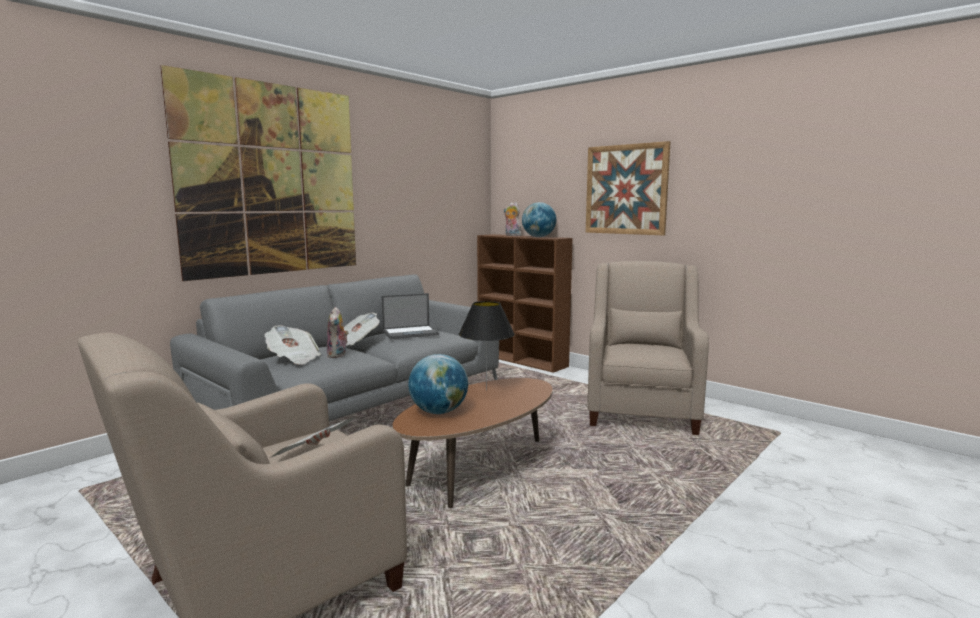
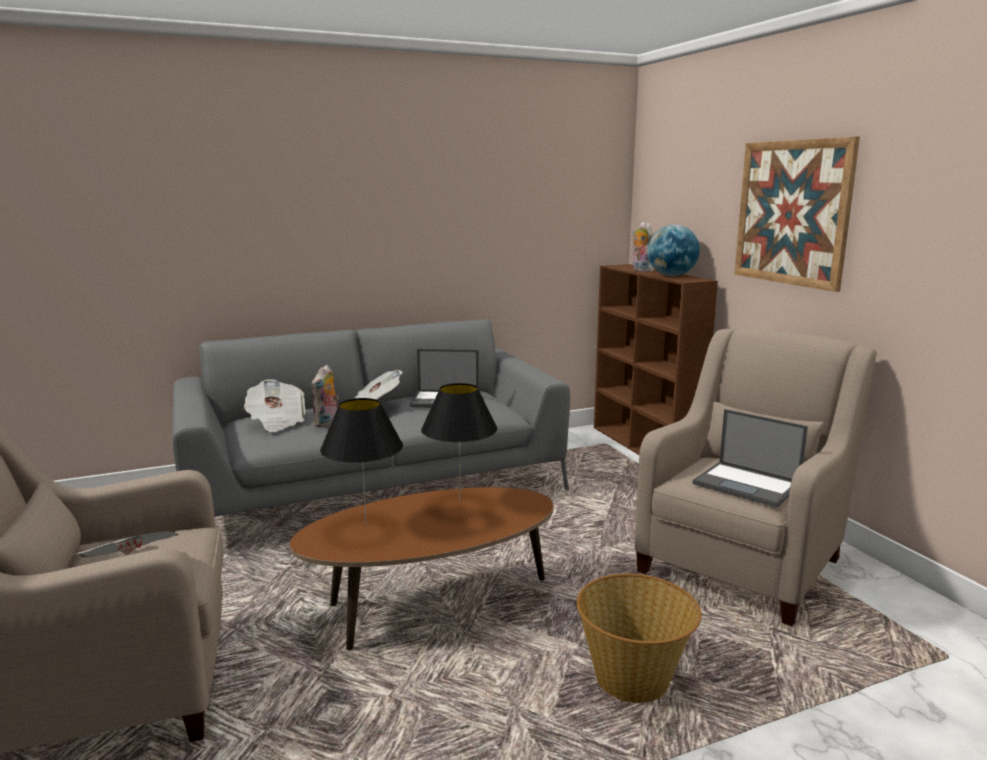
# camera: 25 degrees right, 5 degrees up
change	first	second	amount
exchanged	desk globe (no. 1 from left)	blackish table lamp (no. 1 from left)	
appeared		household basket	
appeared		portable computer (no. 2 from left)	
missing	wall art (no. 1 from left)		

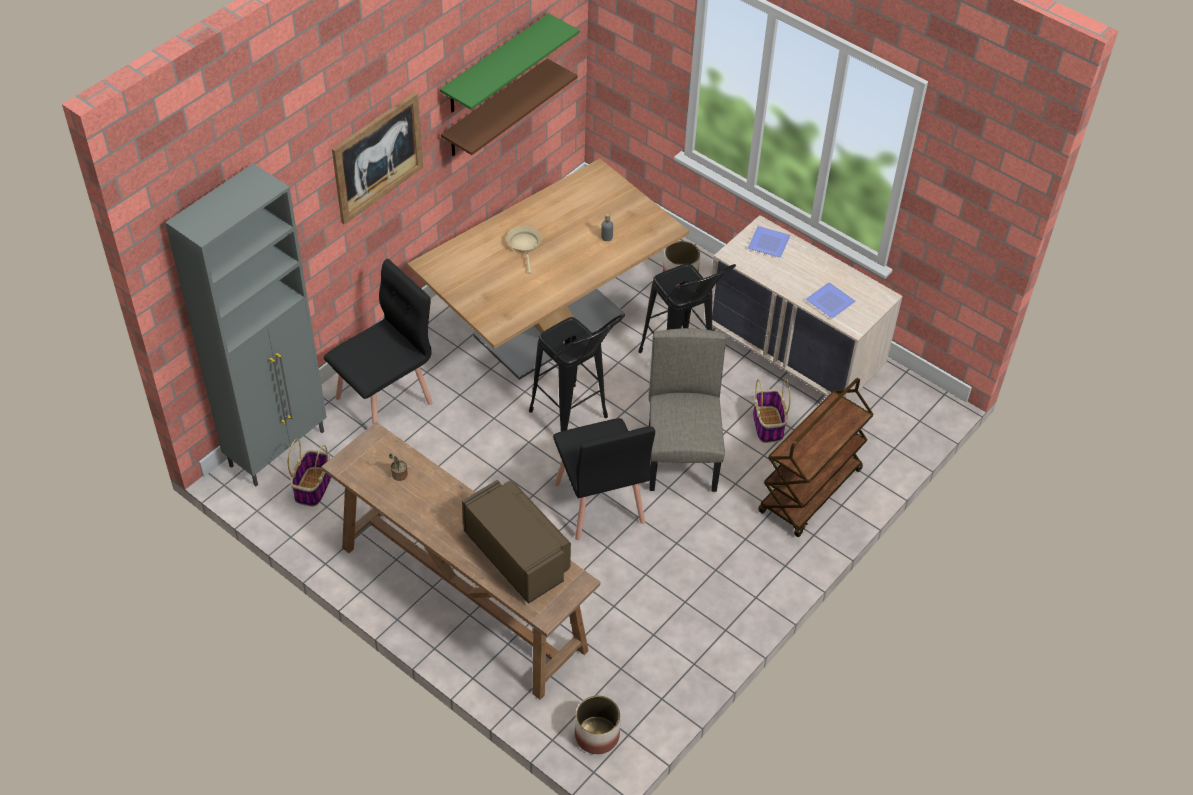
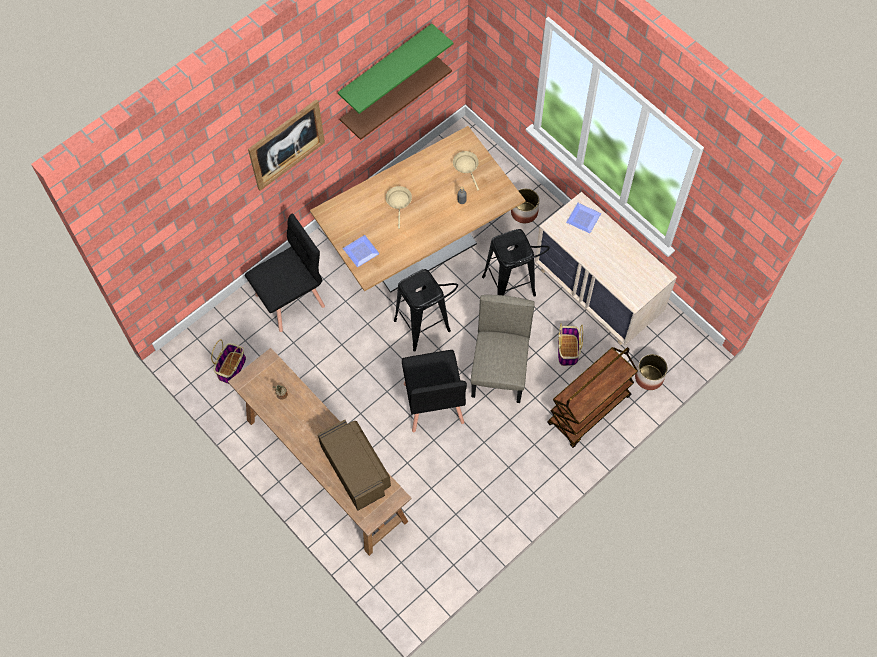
# camera: 10 degrees right, 15 degrees up
change	first	second	amount
relocated	flat dish (no. 2 from left in the first image)	flat dish (no. 1 from left)	
appeared		beige-coloured pan (no. 2 from left)	
relocated	planter (no. 1 from left in the first image)	planter (no. 2 from left)	
missing	greyish cupboard		

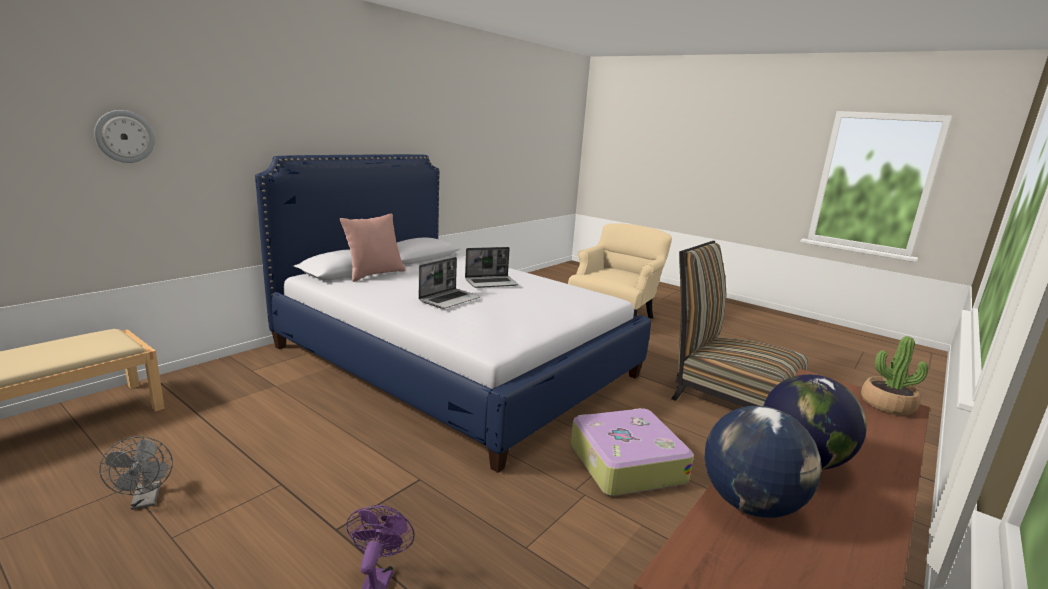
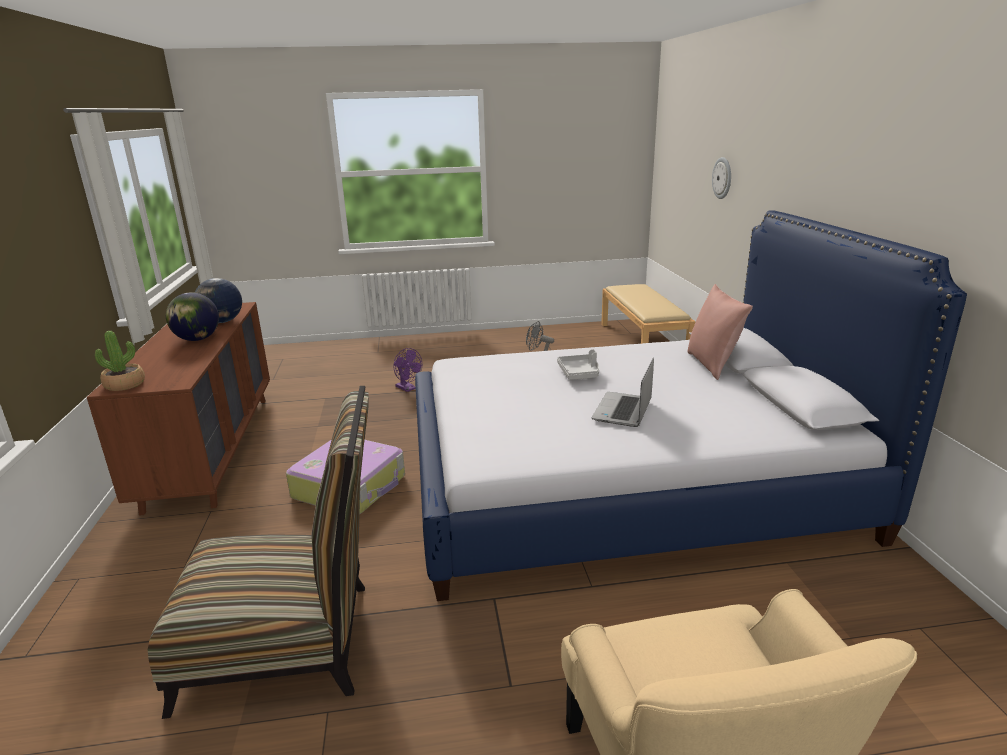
# camera: 135 degrees right, 5 degrees up
change	first	second	amount
exchanged	portable computer (no. 1 from left)	greyish tray	

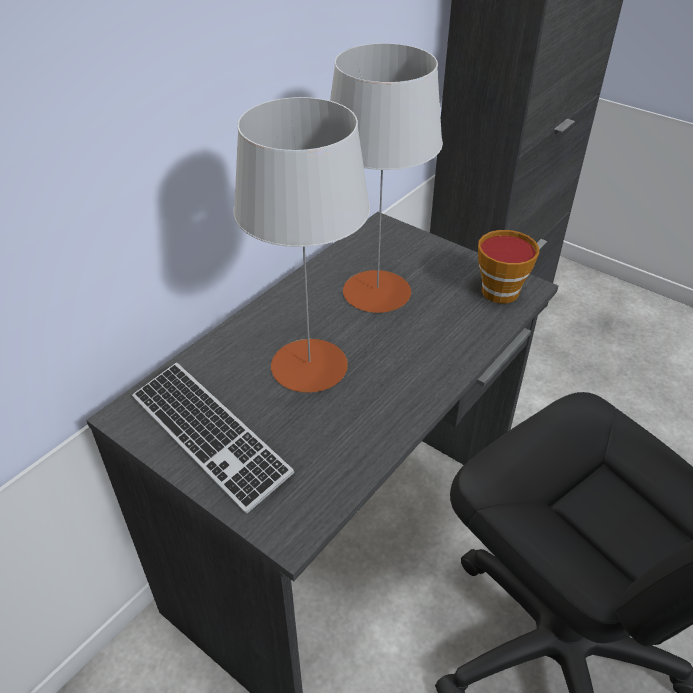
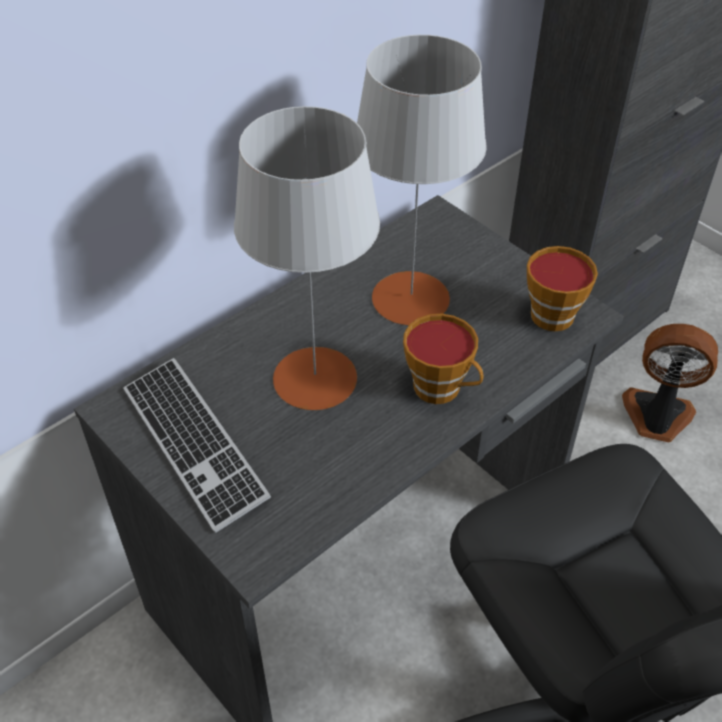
# camera: 10 degrees right, 5 degrees up
change	first	second	amount
appeared		cup (no. 1 from left)	
appeared		electric fan	

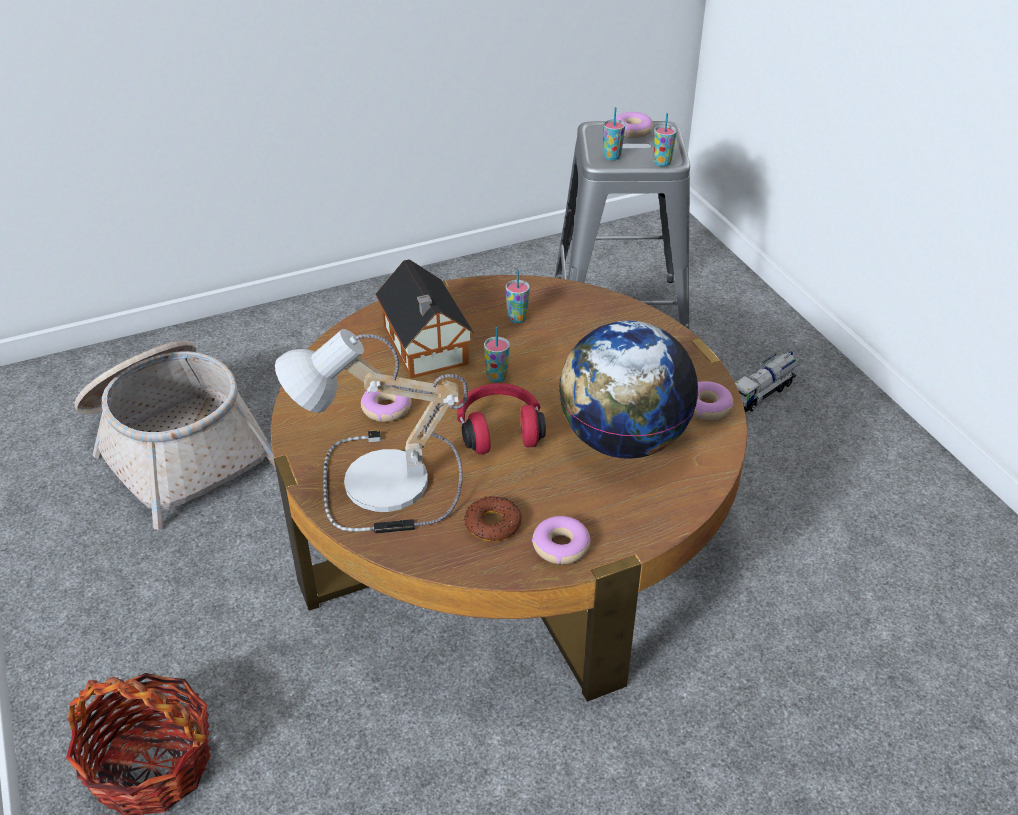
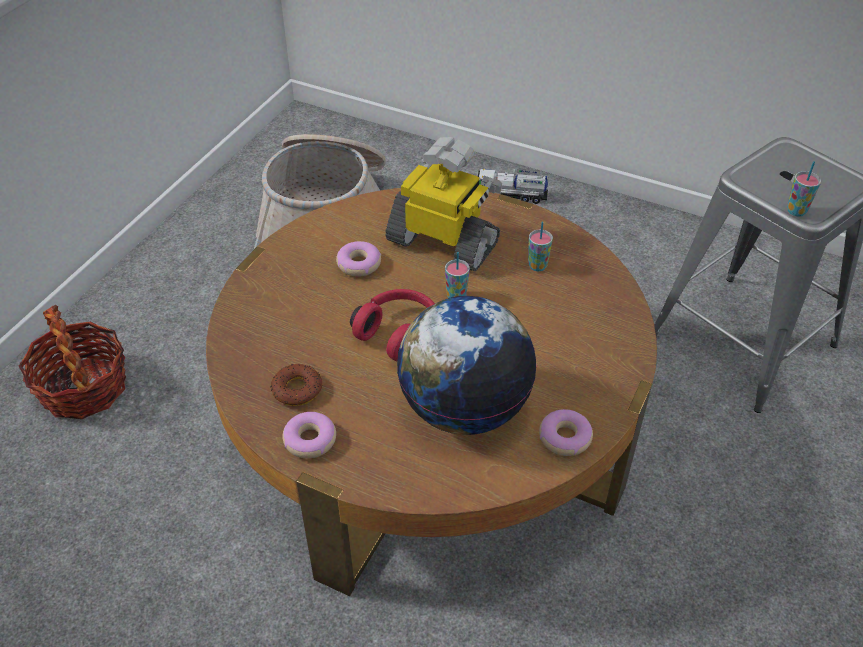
# camera: 50 degrees right, 5 degrees up
change	first	second	amount
exchanged	miniature house	robot figure	
relocated	model truck		
missing	table lamp		
missing	cup (no. 3 from left)		
missing	ring doughnut (no. 4 from left)		

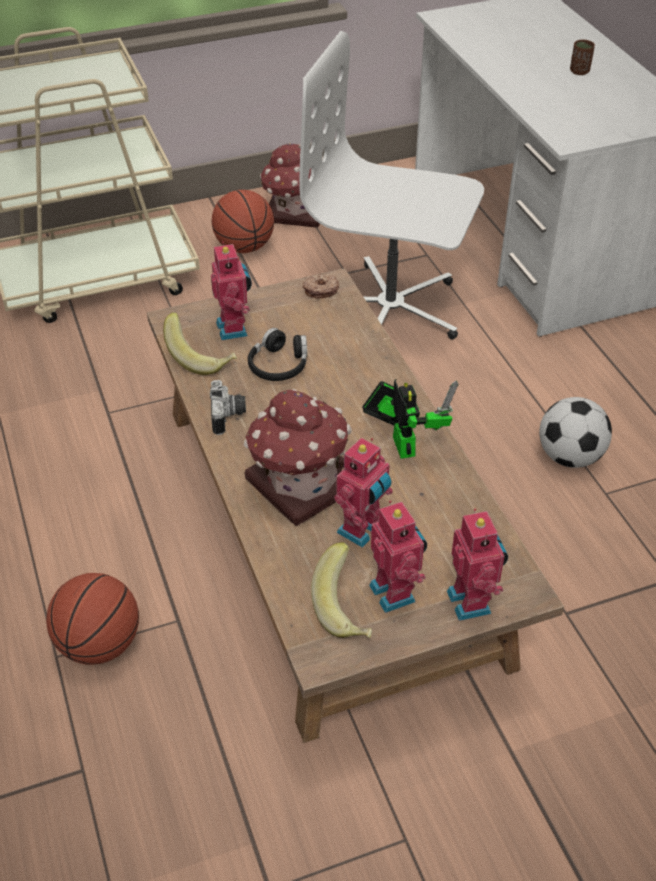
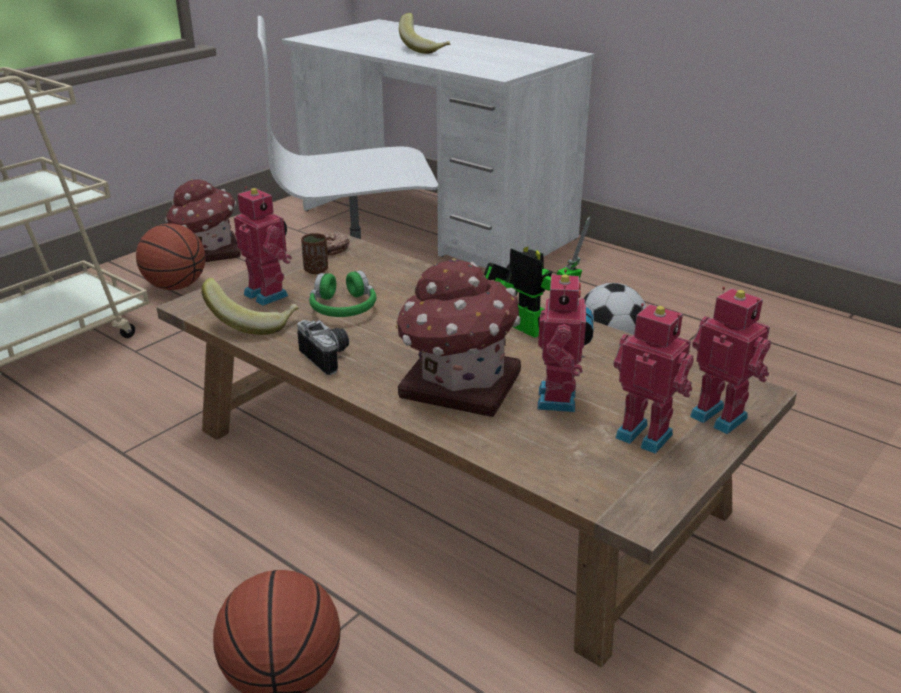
# camera: 30 degrees left, 15 degrees down
change	first	second	amount
relocated	brown cup		
colour	blackish pair of headphones	greenish pair of headphones	
relocated	whole banana (no. 2 from left)		

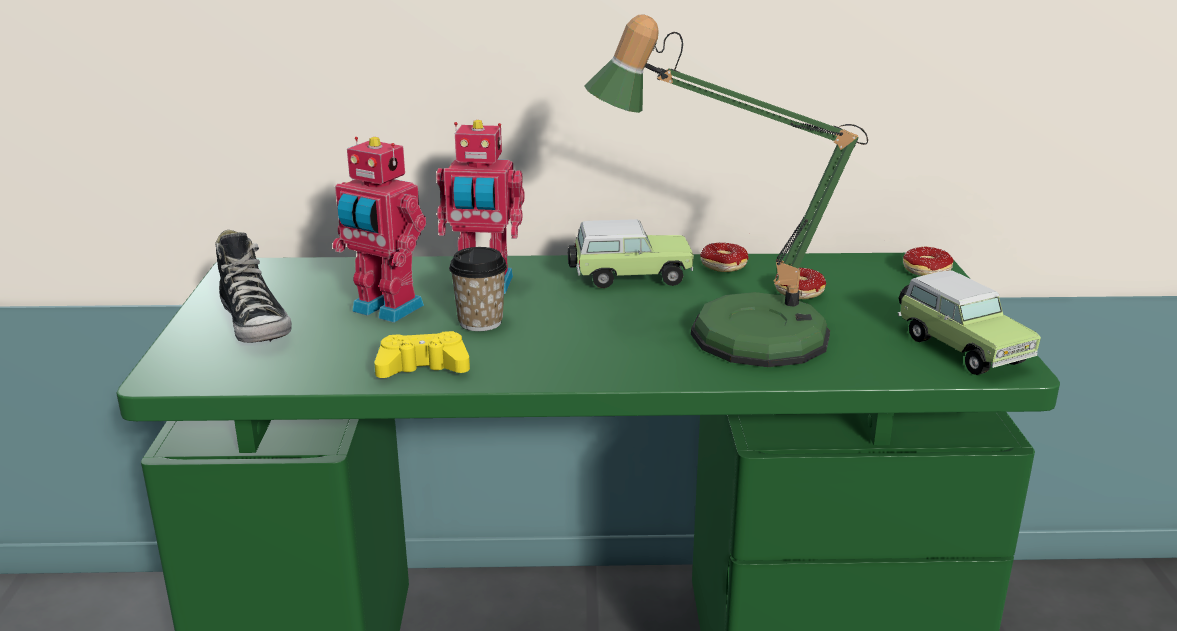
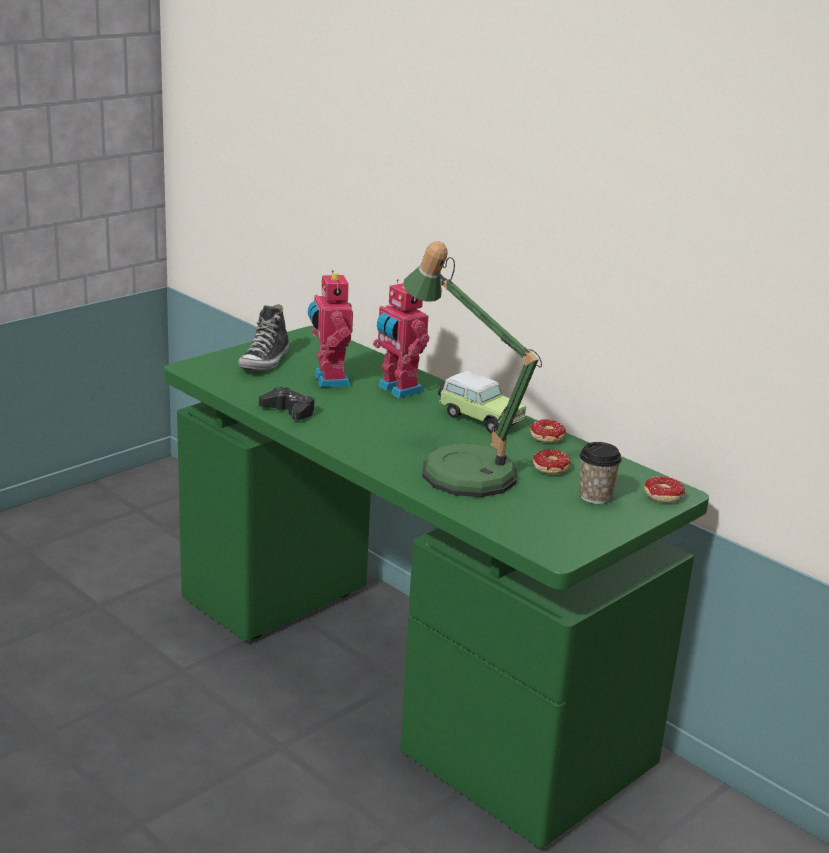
# camera: 45 degrees right, 0 degrees up
change	first	second	amount
colour	yellow gamepad	blackish gamepad	
relocated	cup		
missing	toy car (no. 2 from left)		

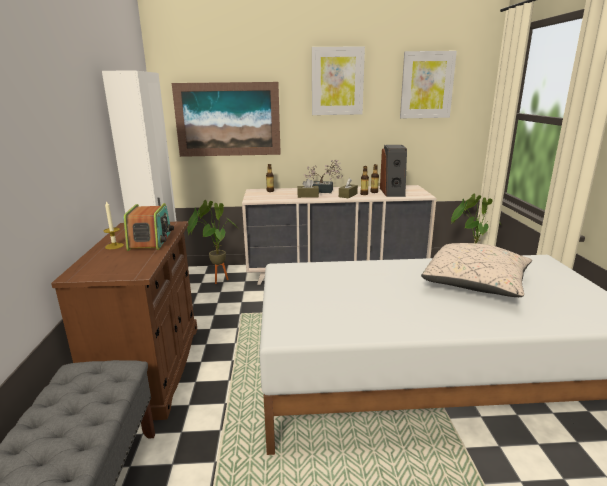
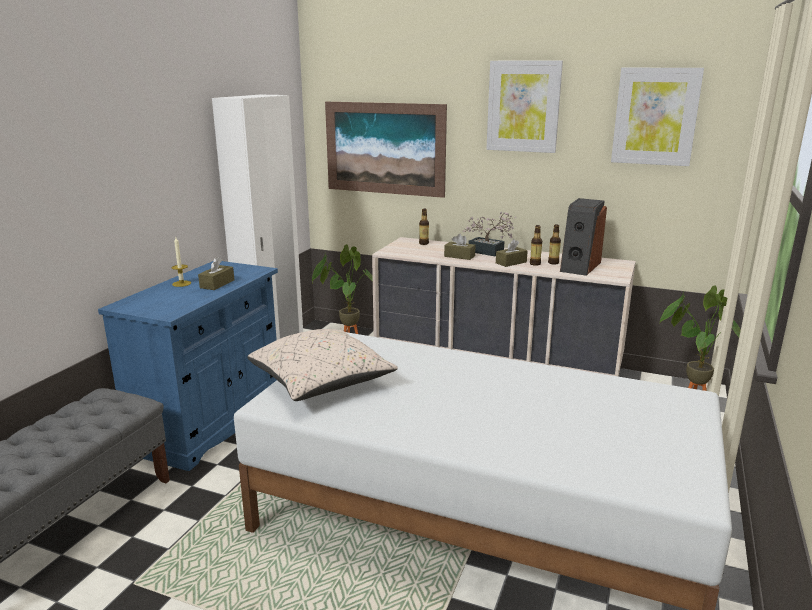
# camera: 25 degrees right, 0 degrees up
change	first	second	amount
colour	brown cupboard	blue cupboard	
exchanged	radio receiver	brown box of tissues (no. 1 from left)	
relocated	beige-coloured pillow		

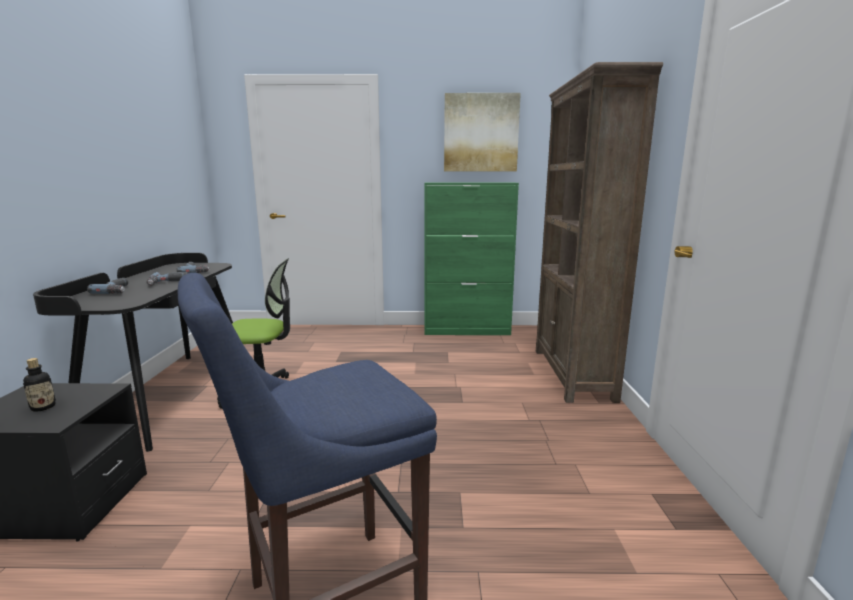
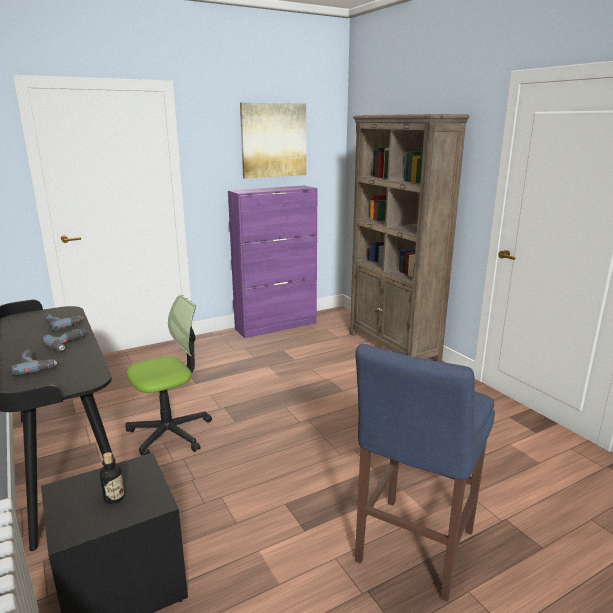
# camera: 30 degrees left, 5 degrees up
change	first	second	amount
colour	greenish cupboard	purplish cupboard	

